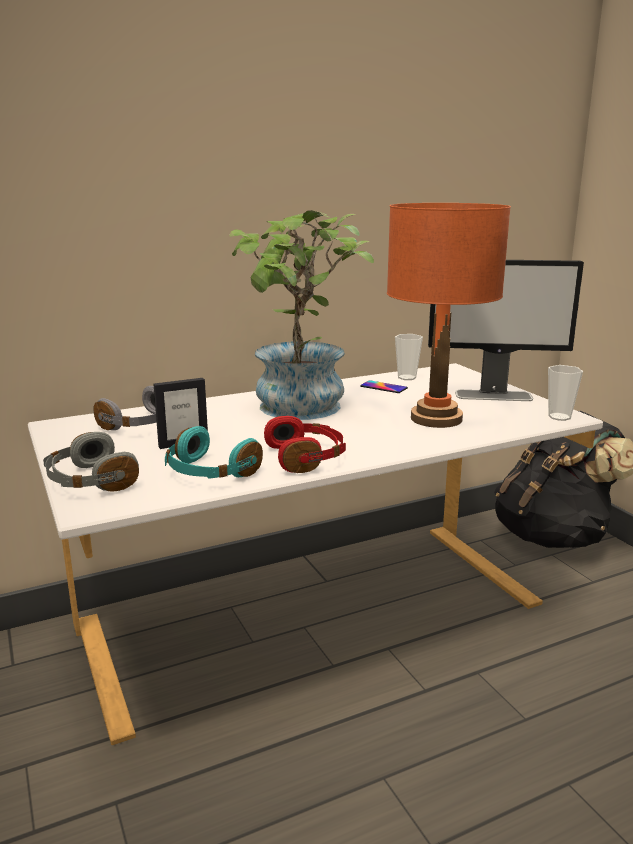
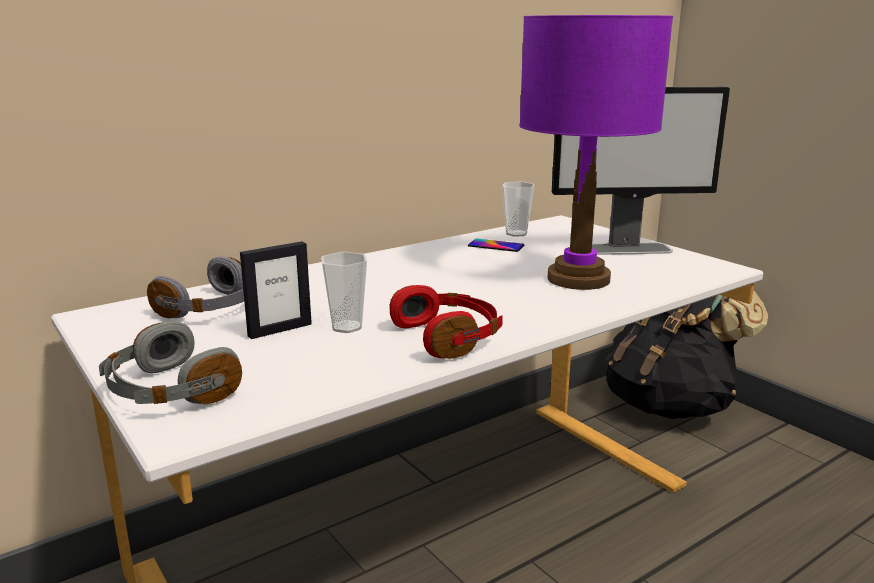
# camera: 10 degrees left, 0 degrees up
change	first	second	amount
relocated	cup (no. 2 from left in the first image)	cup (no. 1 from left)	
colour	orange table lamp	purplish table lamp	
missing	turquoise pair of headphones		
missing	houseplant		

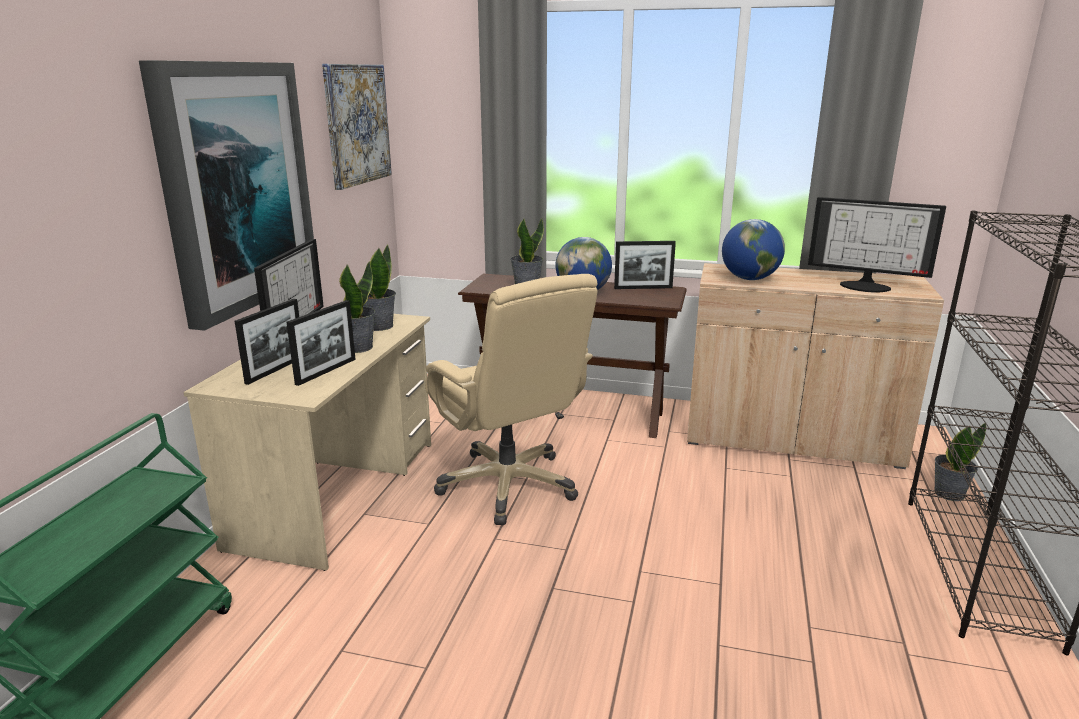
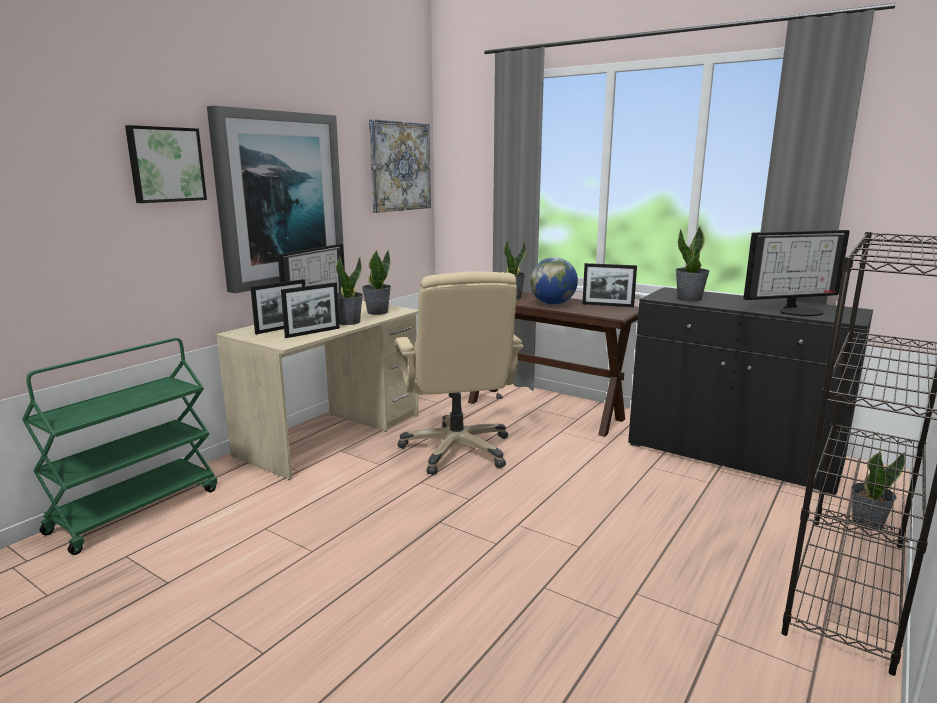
# camera: 20 degrees right, 5 degrees down
change	first	second	amount
appeared		wall art (no. 1 from left)	
colour	beige-coloured cupboard	blackish cupboard	
exchanged	desk globe (no. 2 from left)	houseplant (no. 4 from left)	
spun	computer screen (no. 2 from left)		60 degrees counterclockwise

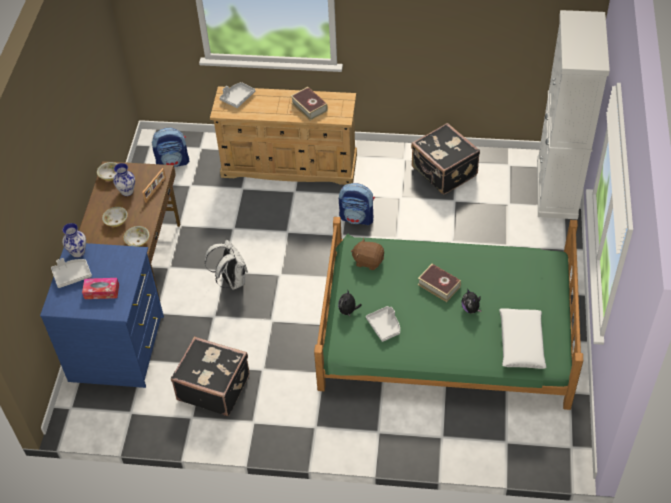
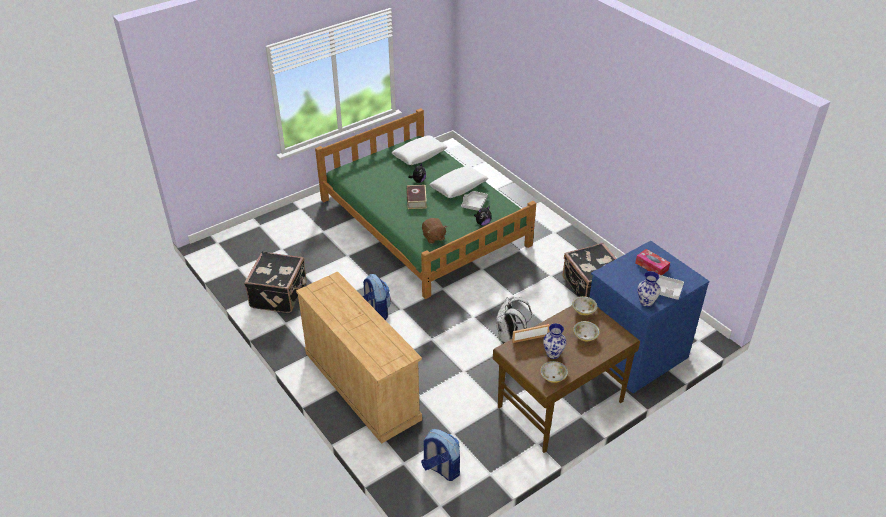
# camera: 135 degrees left, 10 degrees down
change	first	second	amount
appeared		whitish pillow (no. 2 from left)	
missing	greyish tray (no. 2 from left)		
missing	volume (no. 1 from left)		
missing	whitish cupboard		

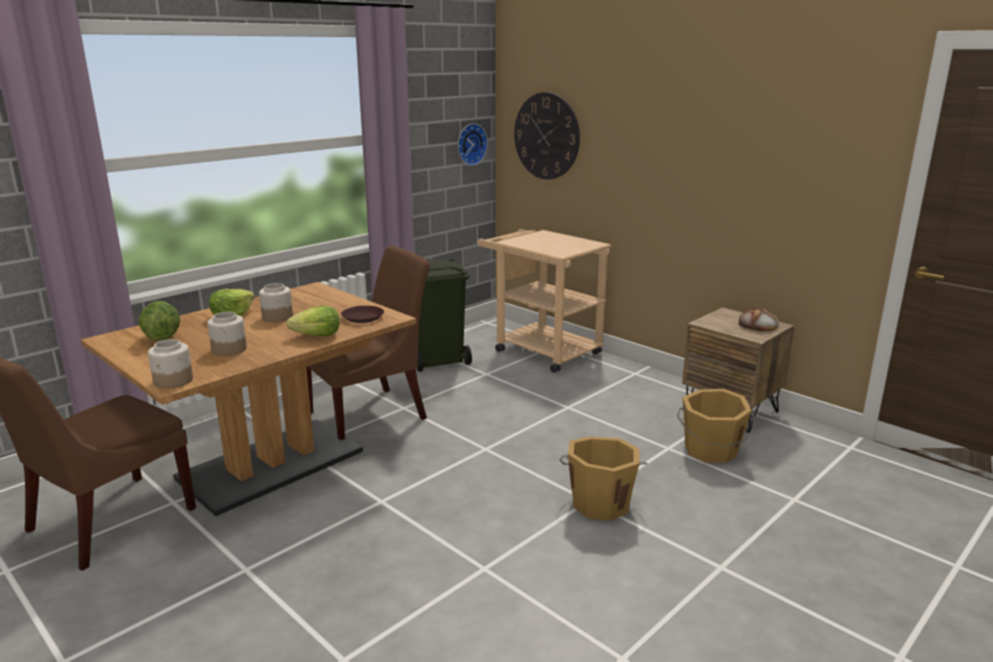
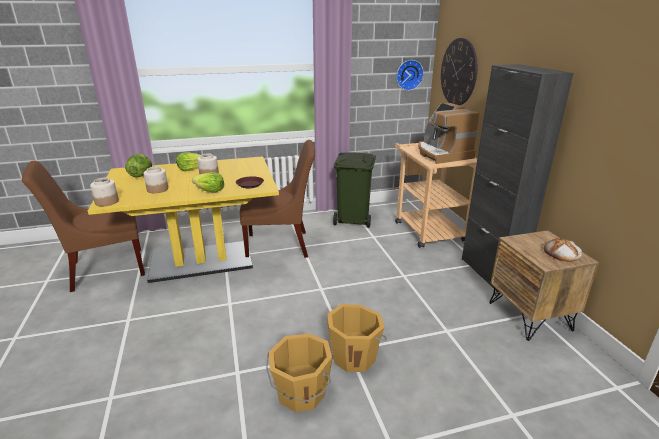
# camera: 30 degrees right, 5 degrees up
change	first	second	amount
colour	brown kitchen table	yellow kitchen table	
relocated	orange water bucket (no. 2 from left in the first image)	orange water bucket (no. 1 from left)	
appeared		coffee maker	
appeared		blackish cupboard	

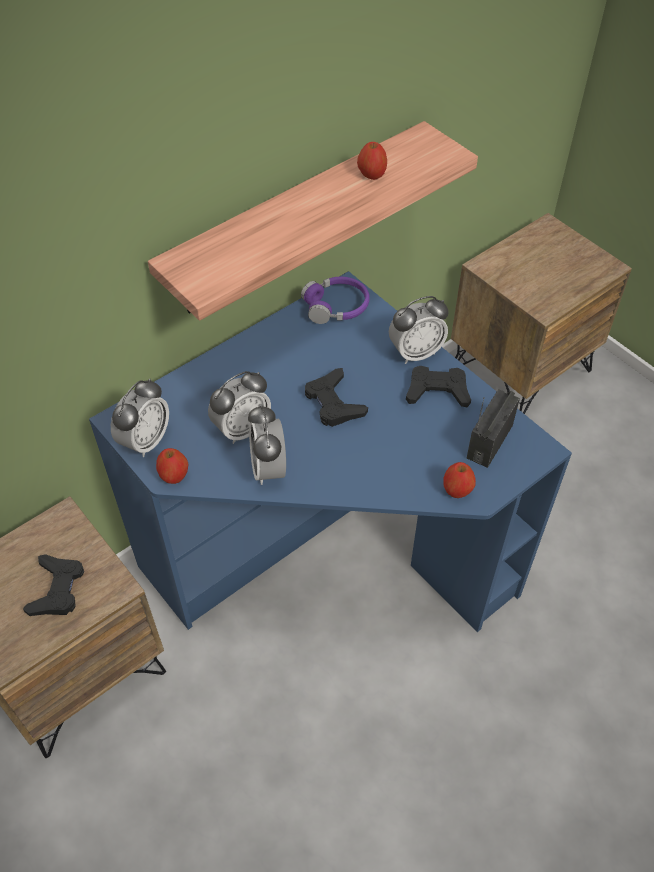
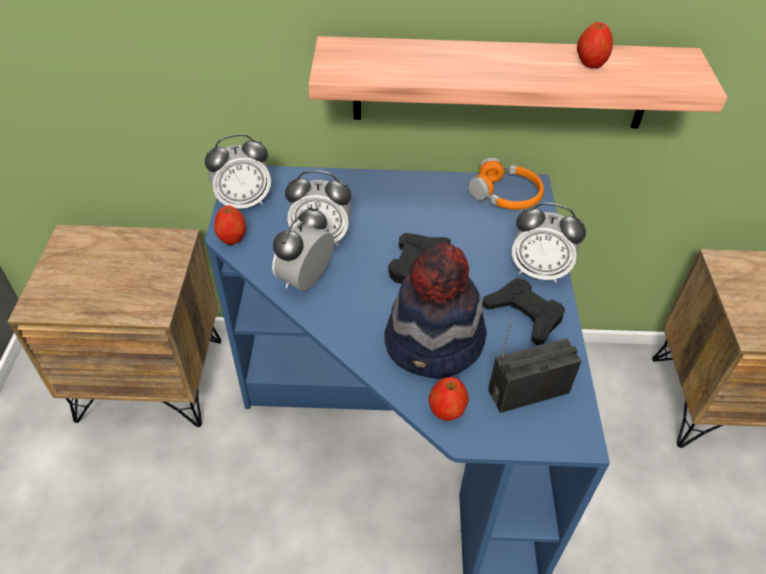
# camera: 40 degrees right, 5 degrees down
change	first	second	amount
appeared		wearable hat	
colour	purplish pair of headphones	orange pair of headphones	
missing	blackish gamepad (no. 1 from left)		

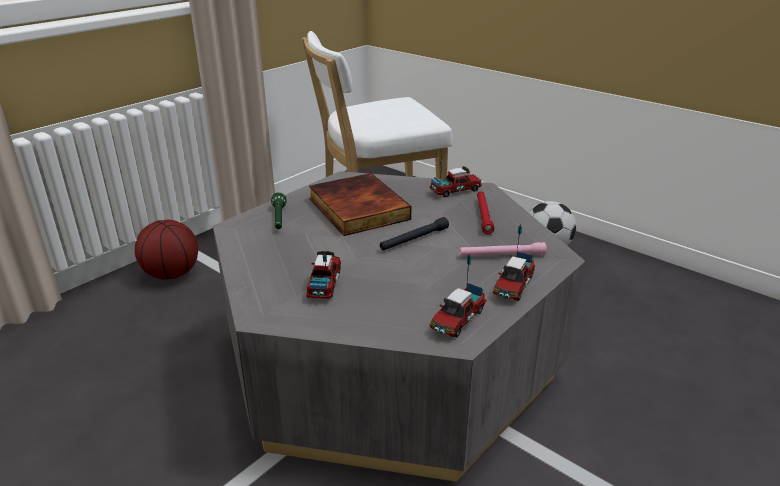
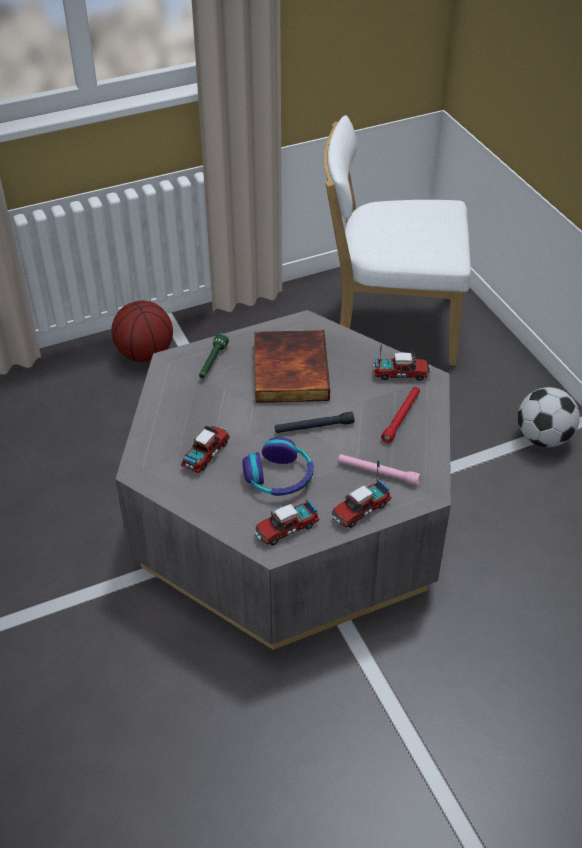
# camera: 25 degrees right, 15 degrees up
change	first	second	amount
appeared		pair of headphones	

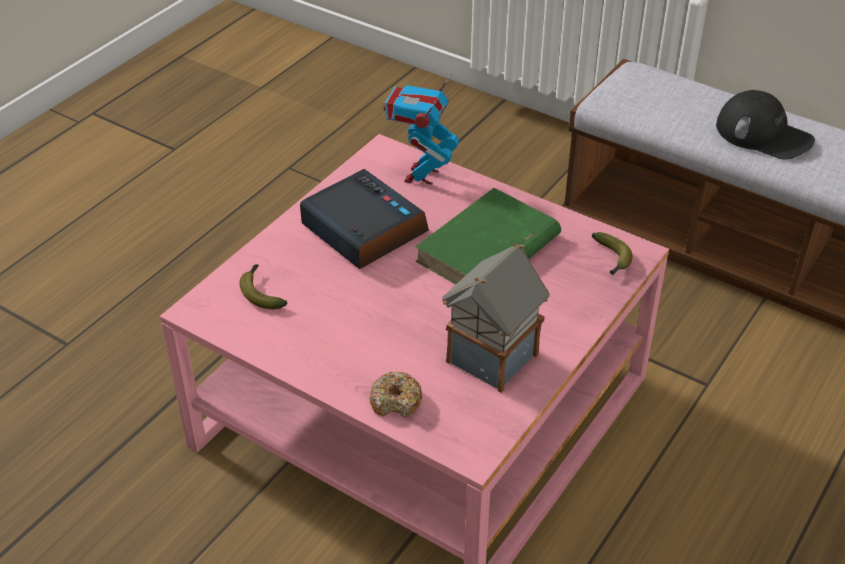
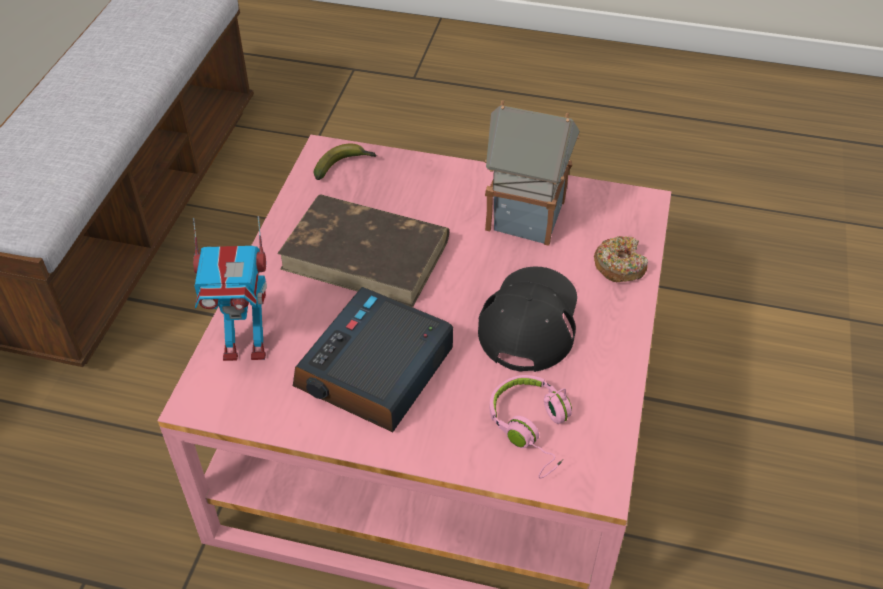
# camera: 110 degrees left, 5 degrees up
change	first	second	amount
colour	greenish volume	brown volume	
relocated	blackish peaked cap		
exchanged	whole banana (no. 1 from left)	pinkish pair of headphones	

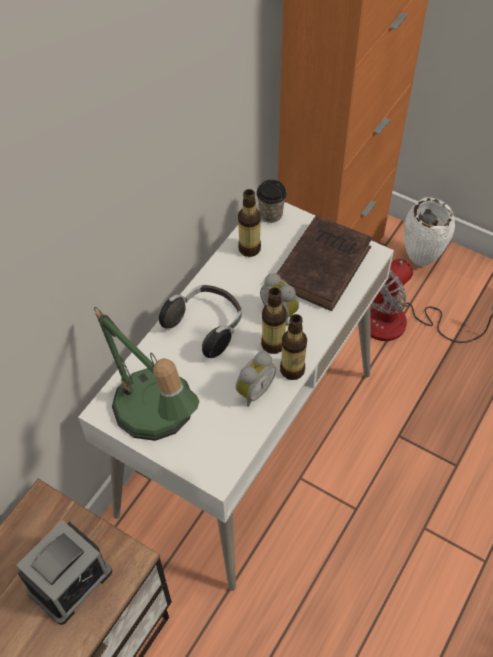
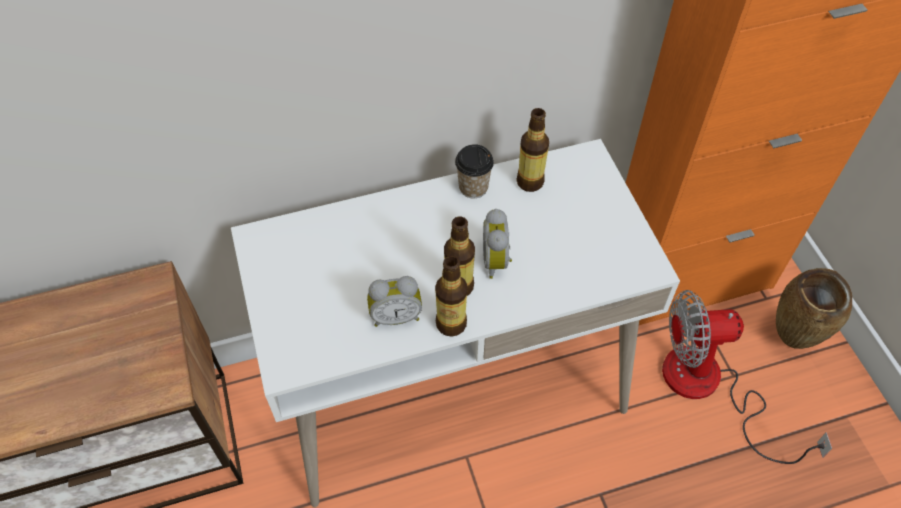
# camera: 40 degrees right, 0 degrees up
change	first	second	amount
relocated	cup		
colour	whitish decorative vase	brown decorative vase	
missing	table clock (no. 1 from left)		
missing	table lamp		
missing	pair of headphones		
missing	brown volume		

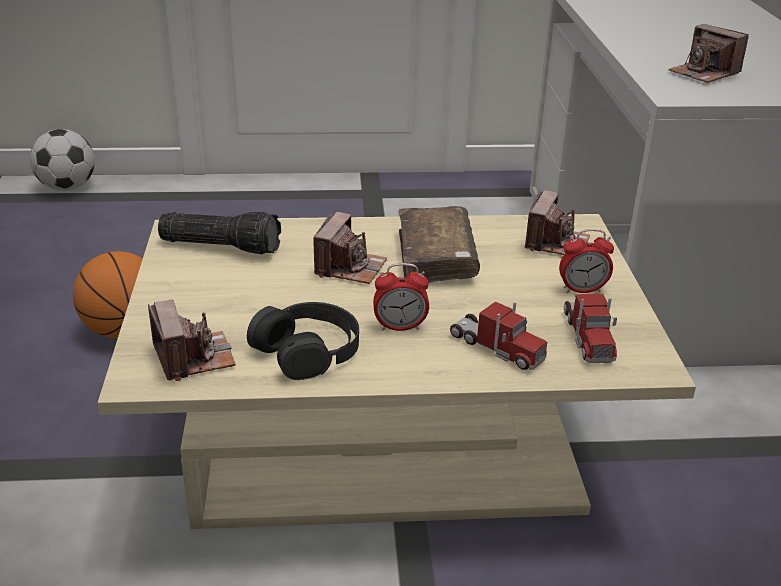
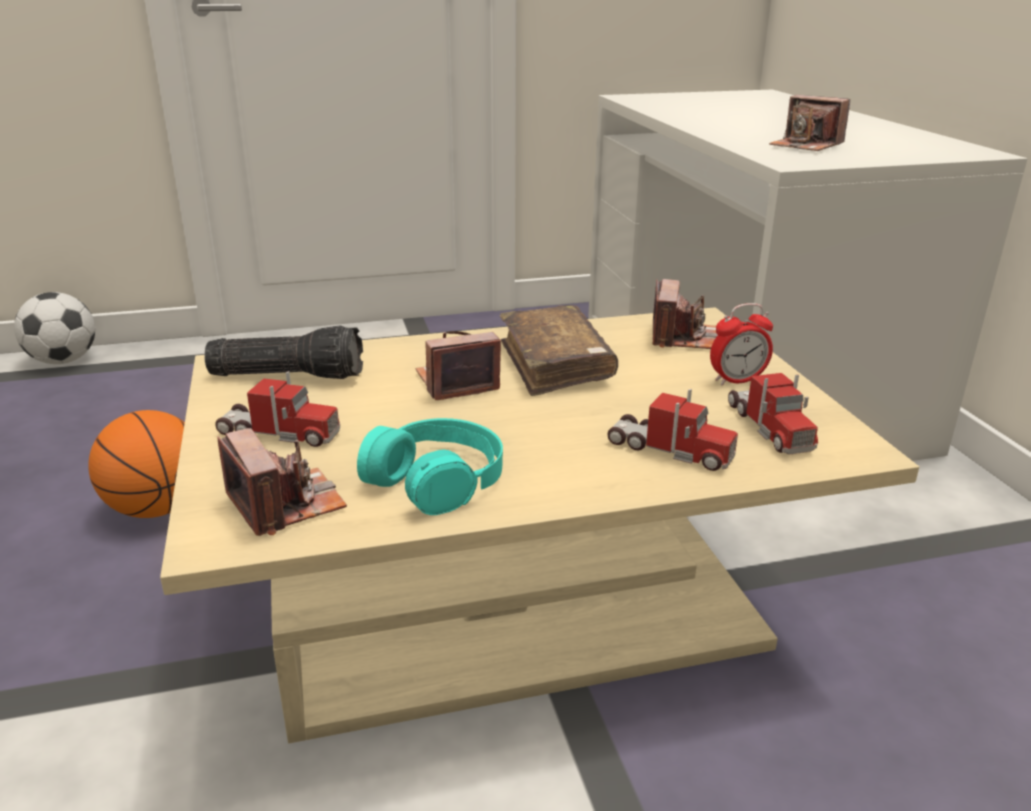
# camera: 10 degrees left, 5 degrees down
change	first	second	amount
appeared		model truck (no. 1 from left)	
colour	blackish pair of headphones	turquoise pair of headphones	
spun	photo camera (no. 2 from left)		120 degrees counterclockwise
missing	table clock (no. 1 from left)		

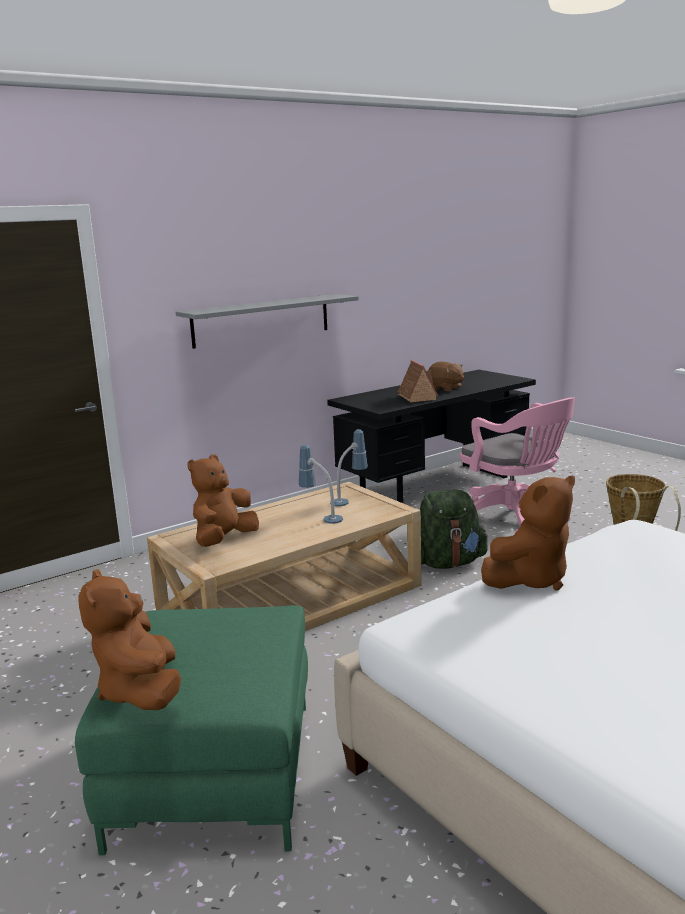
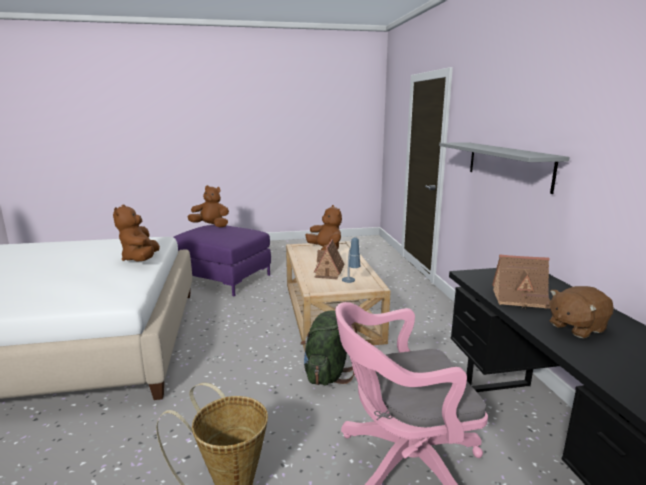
# camera: 115 degrees right, 0 degrees up
change	first	second	amount
colour	greenish footrest	purplish footrest	
exchanged	table lamp (no. 1 from left)	miniature house (no. 1 from left)	

